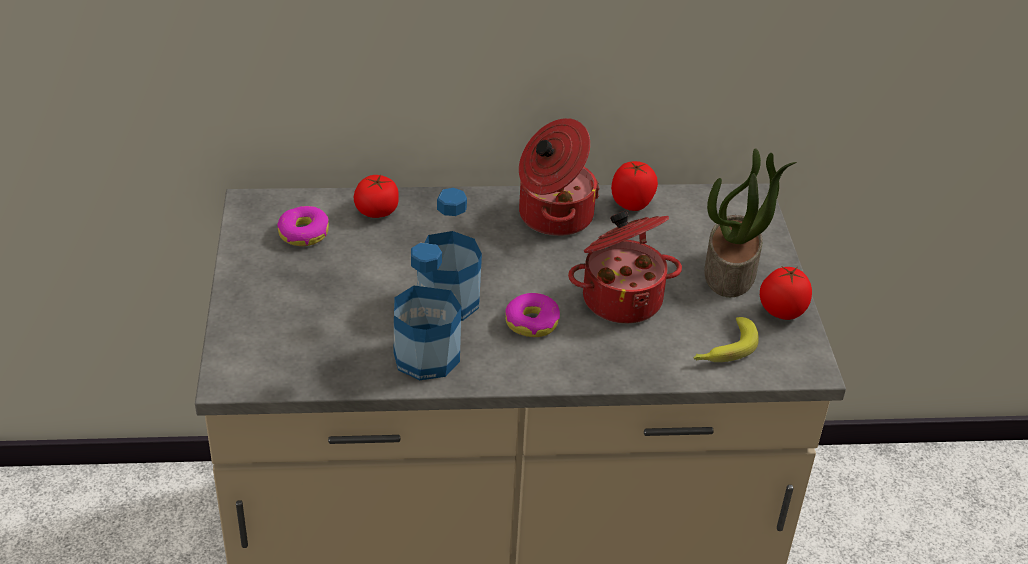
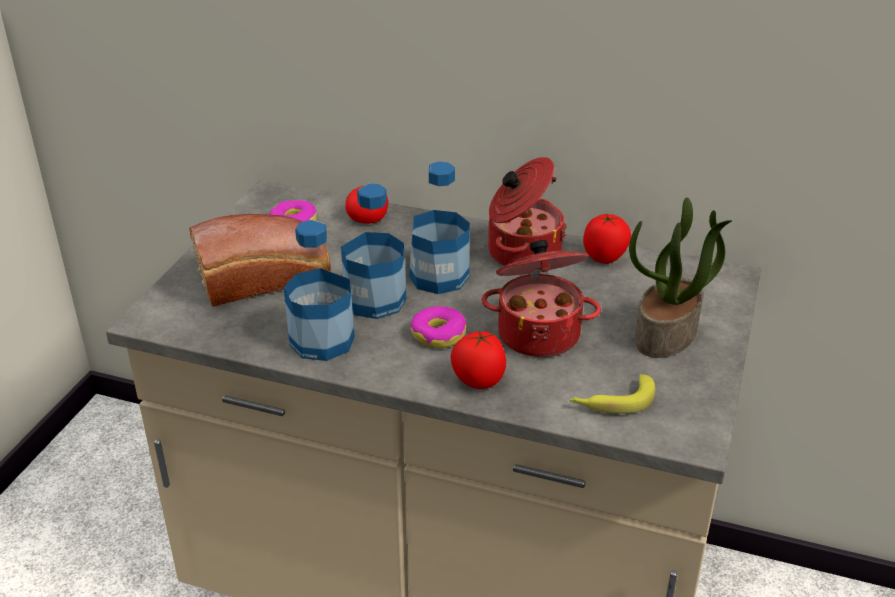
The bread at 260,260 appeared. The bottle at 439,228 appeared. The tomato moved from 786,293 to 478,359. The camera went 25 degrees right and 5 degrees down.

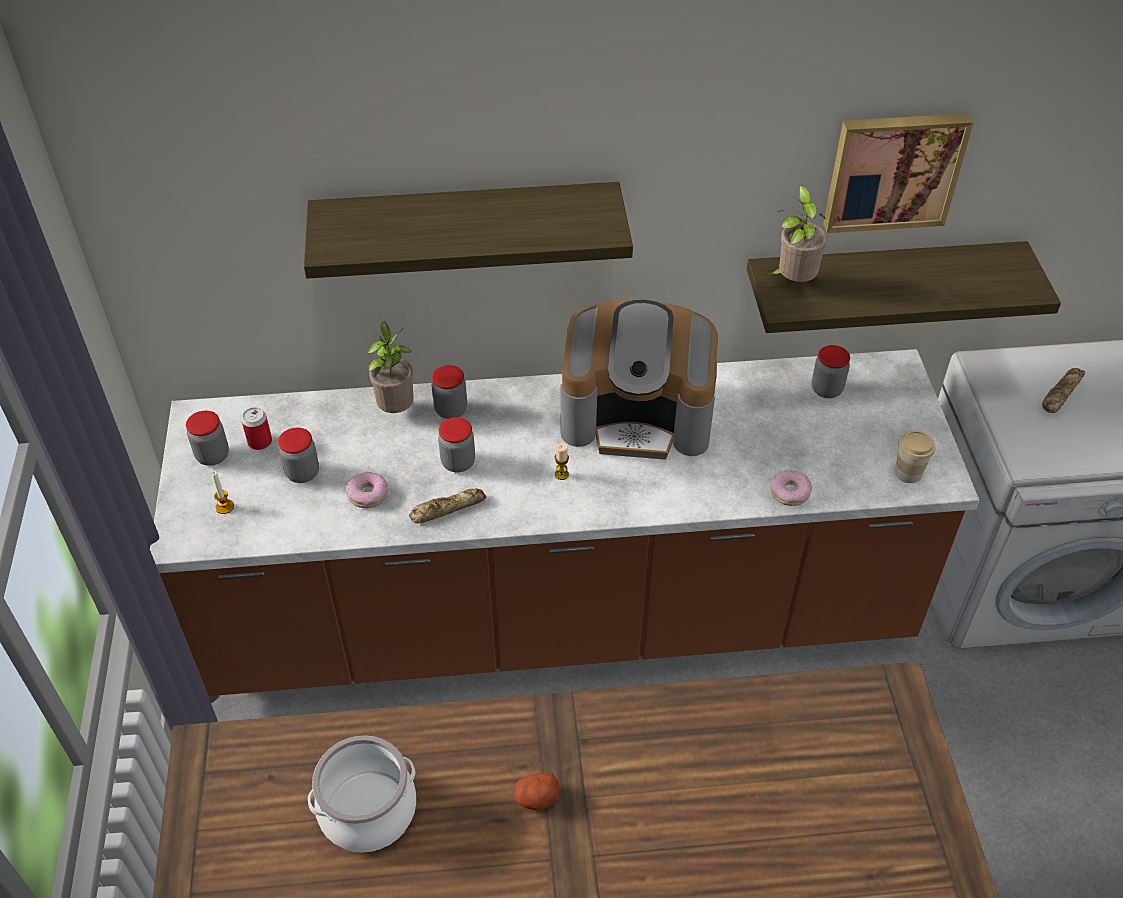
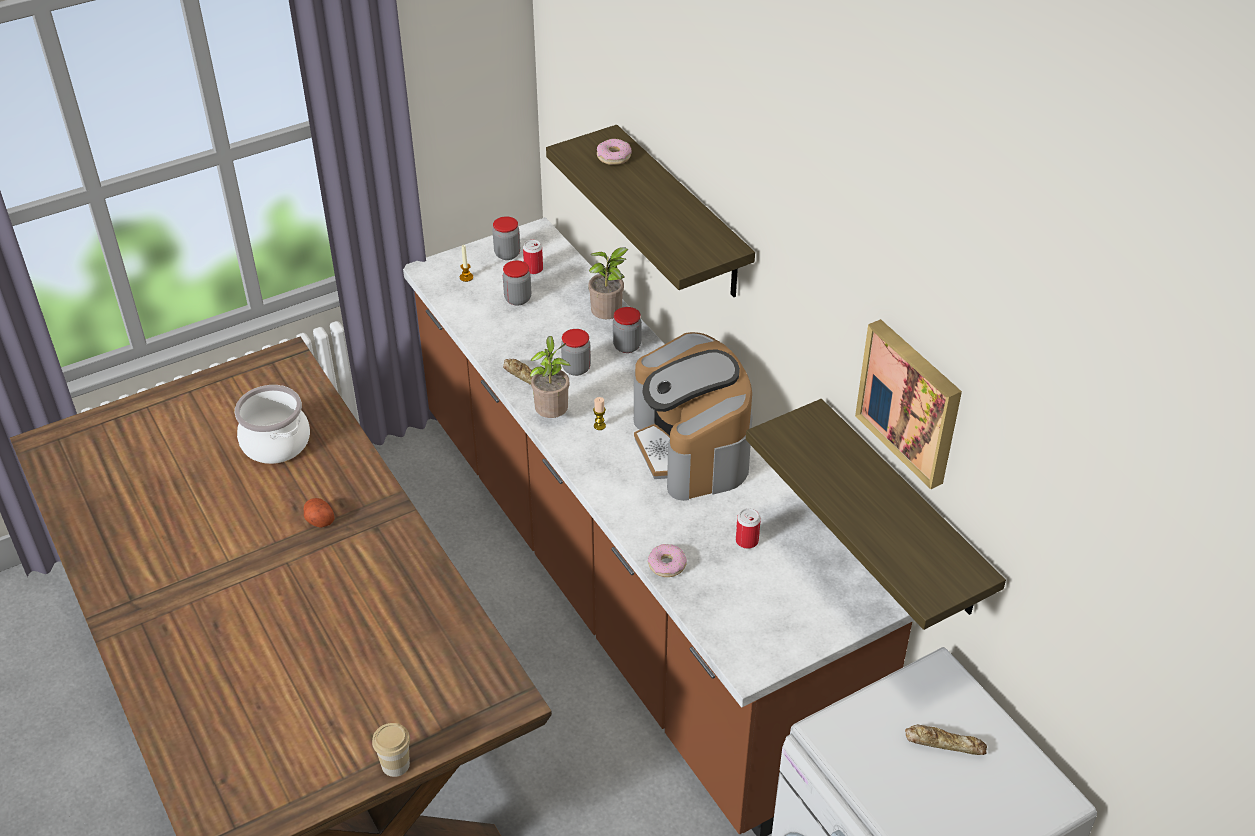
The jar at 830,371 disappeared. The can at 748,528 appeared. The donut moved from 367,490 to 614,151. The potted plant moved from 798,233 to 550,377. The cup moved from 915,457 to 391,750. The camera went 65 degrees right and 5 degrees down.

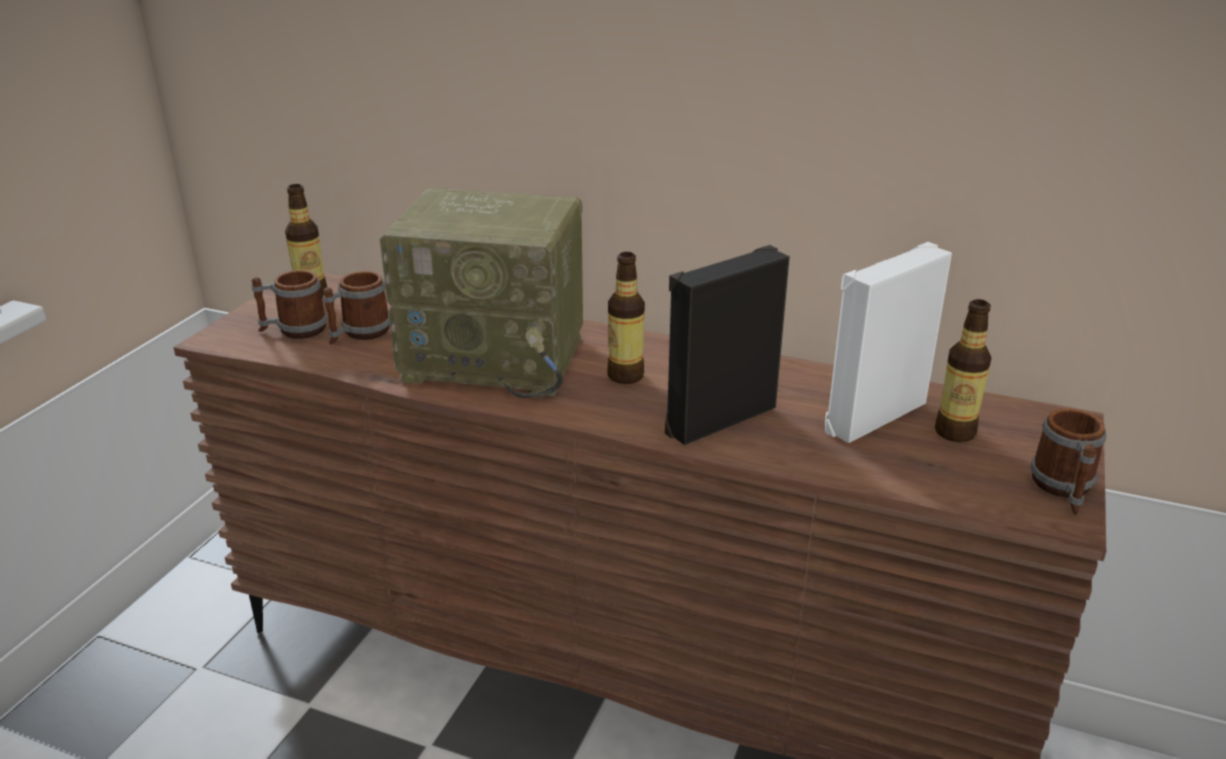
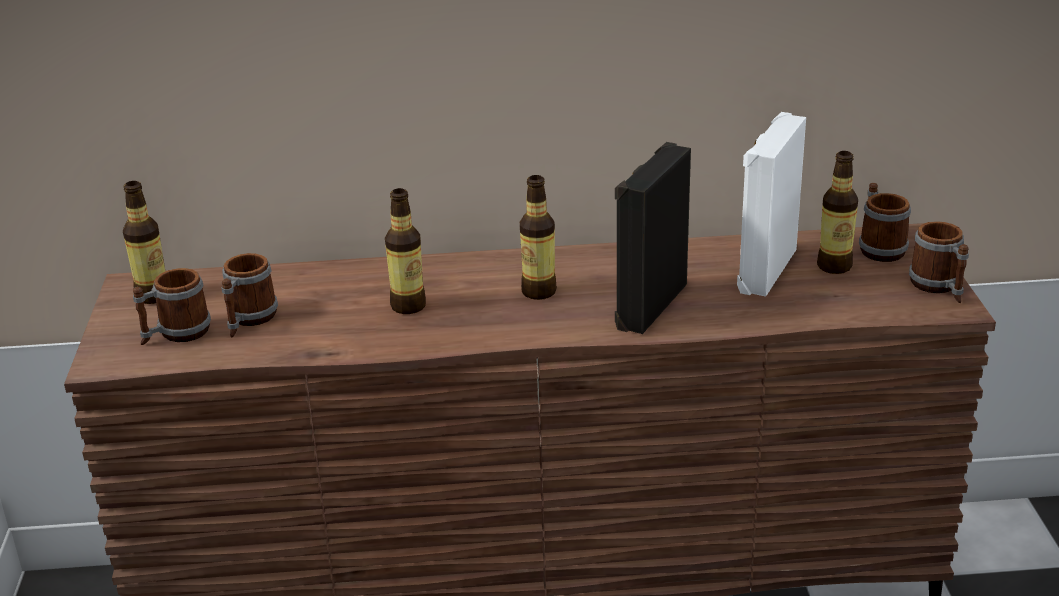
The mug at 885,222 appeared. The radio at 481,292 was replaced by the bottle at 405,251. The camera went 25 degrees left and 0 degrees up.

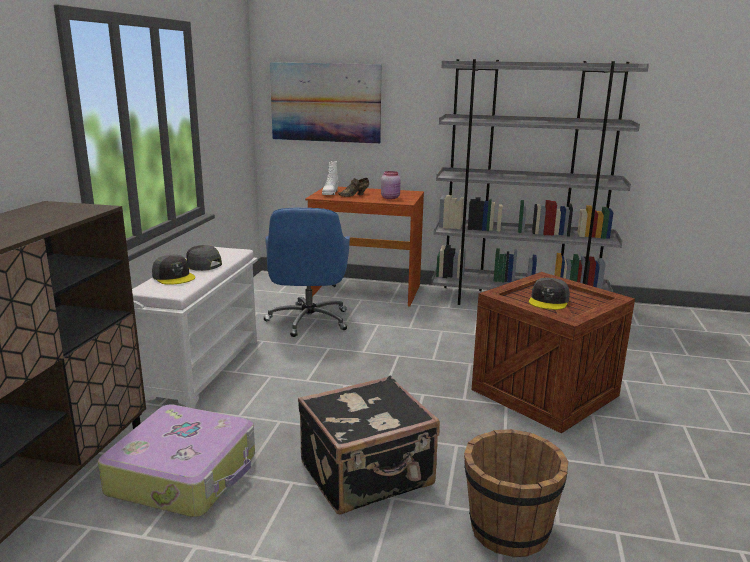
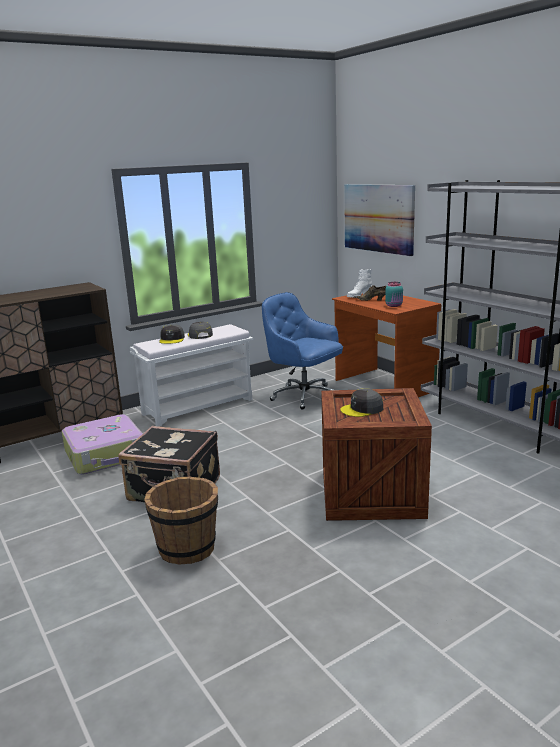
The pink jar at 391,185 became the turquoise jar at 394,294. The blue office chair at 307,272 turned 90 degrees clockwise. The camera went 45 degrees right and 0 degrees up.

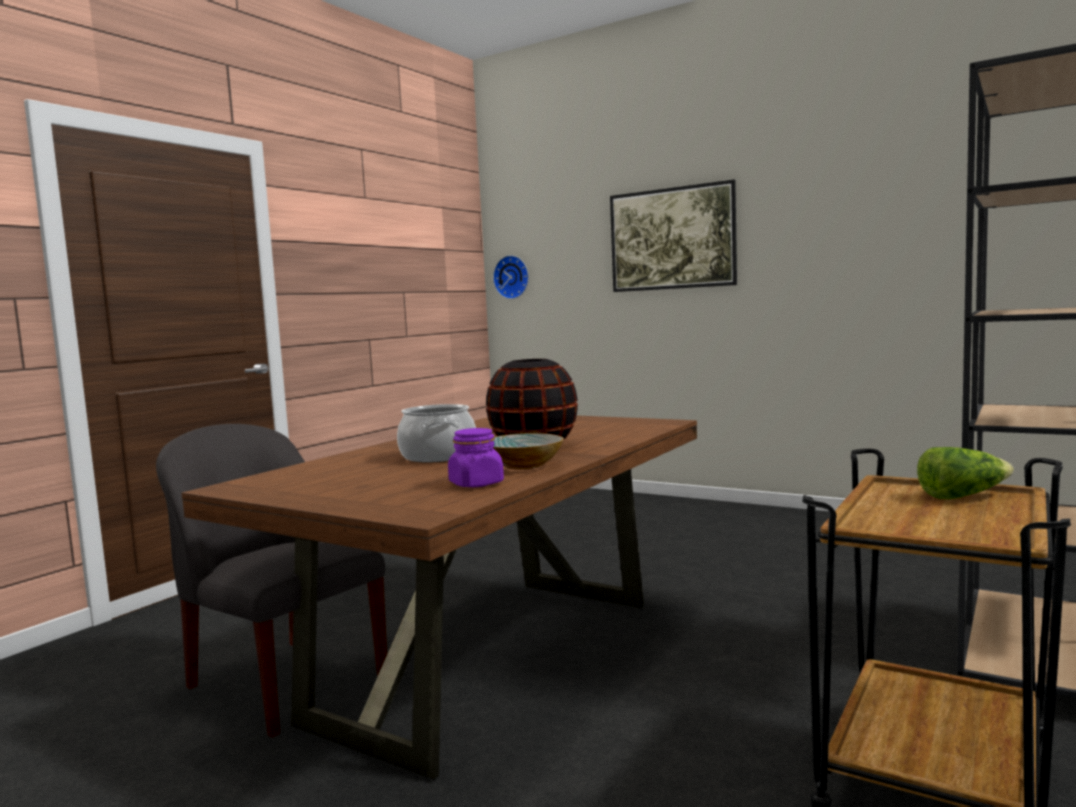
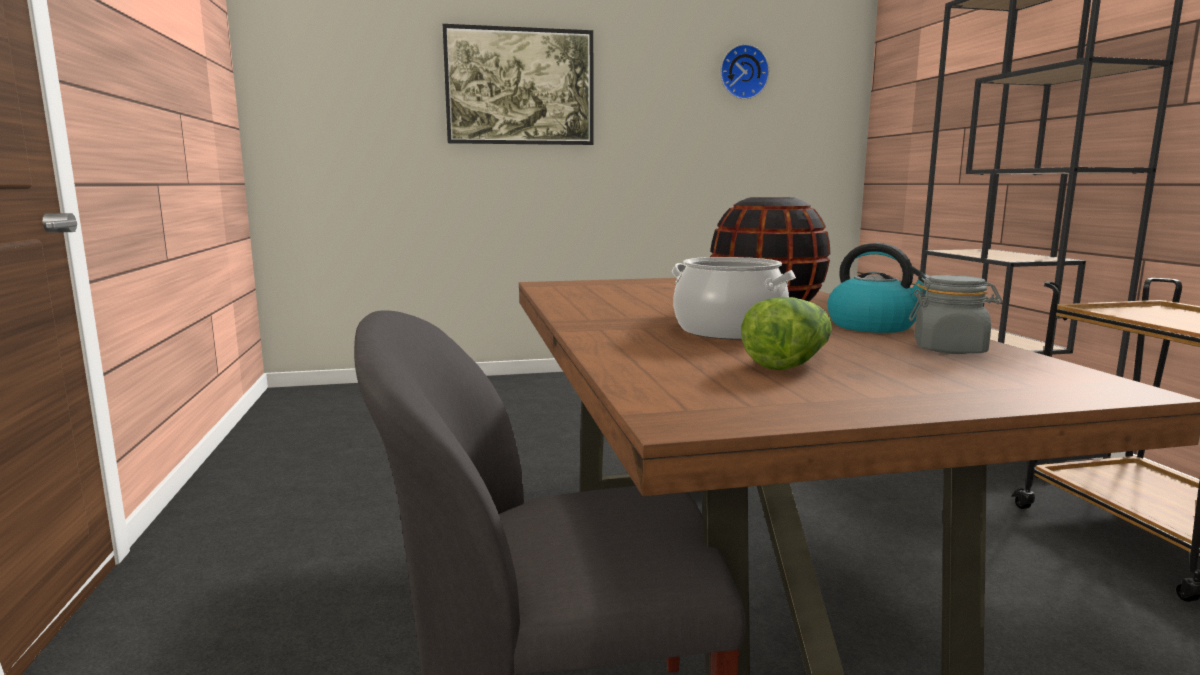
The wall clock moved from 511,277 to 744,71. The lettuce moved from 965,473 to 786,333. The bowl at 528,451 was replaced by the kettle at 879,288. The purple jar at 476,457 became the grey jar at 955,314. The camera went 45 degrees left and 5 degrees up.

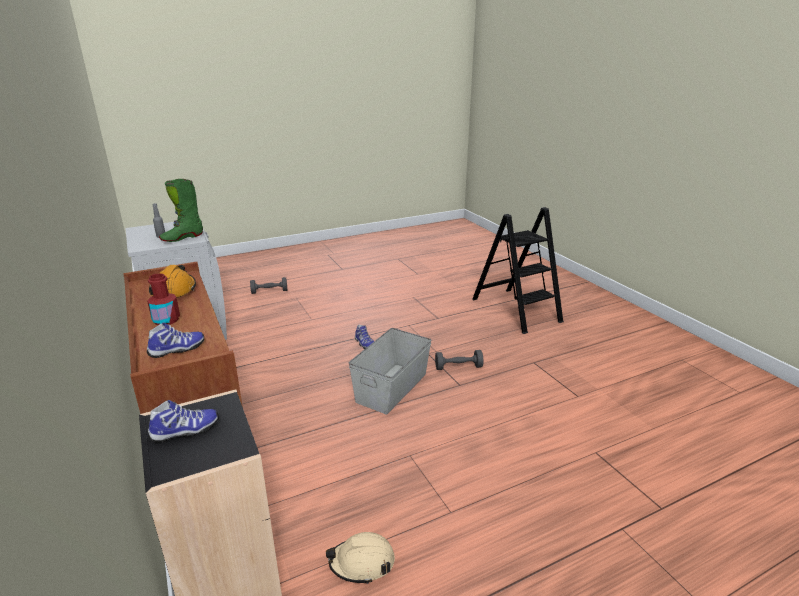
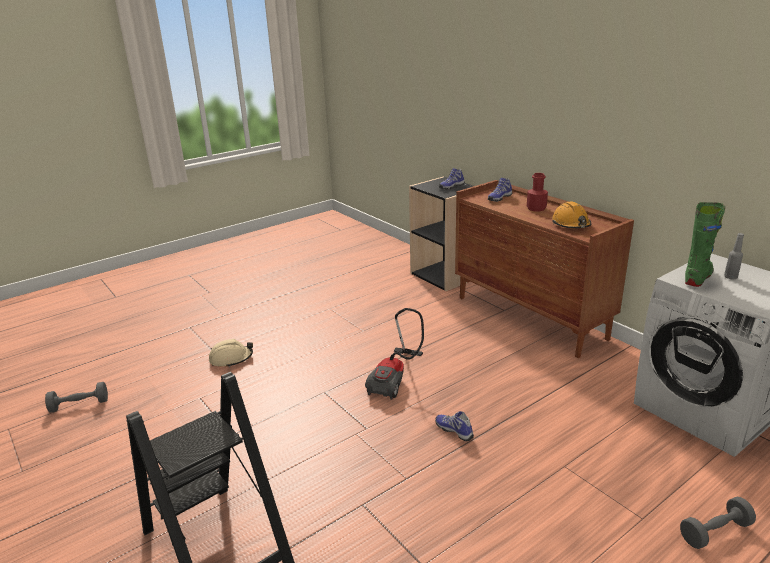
The beige hard hat moved from 360,558 to 231,353. The grey dumbbell moved from 459,360 to 76,397. The grey storage box at 390,371 was replaced by the vacuum cleaner at 394,353. The camera went 170 degrees right and 0 degrees up.

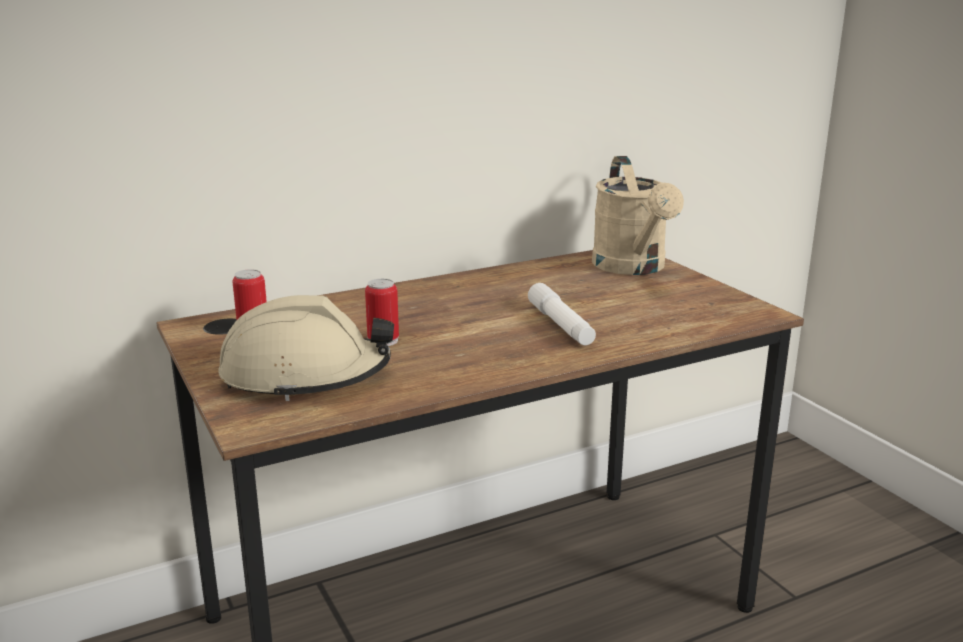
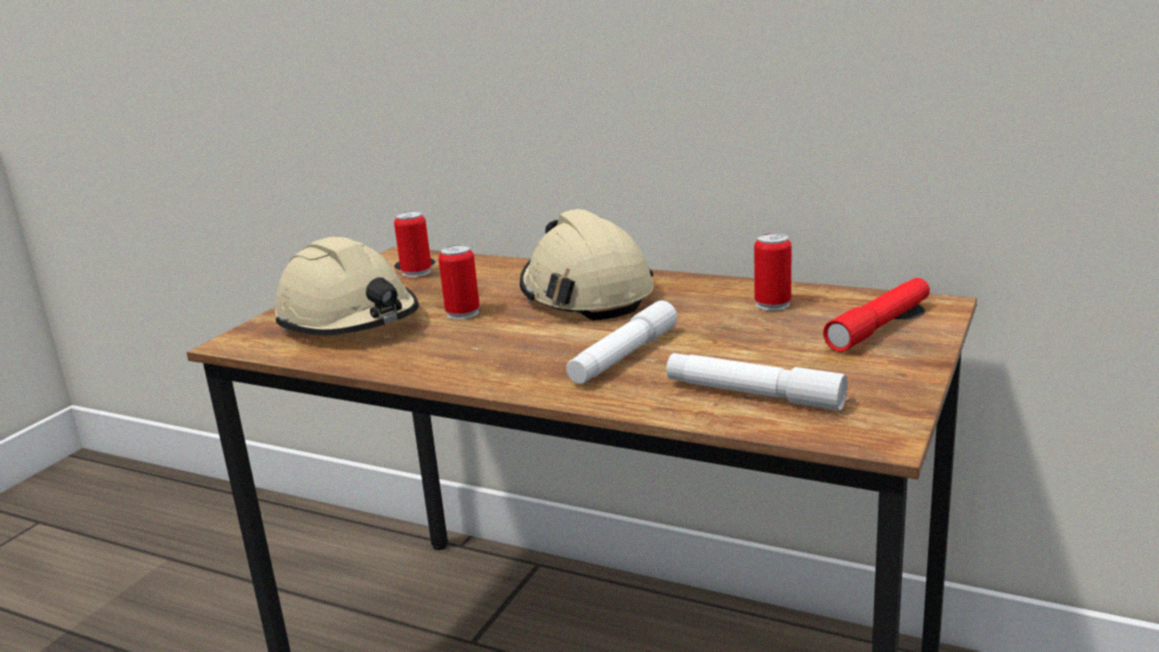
The beige hard hat at 587,264 appeared. The white flashlight at 757,382 appeared. The can at 772,272 appeared. The beige watering can at 638,215 was replaced by the red flashlight at 876,315. The camera went 55 degrees right and 0 degrees up.

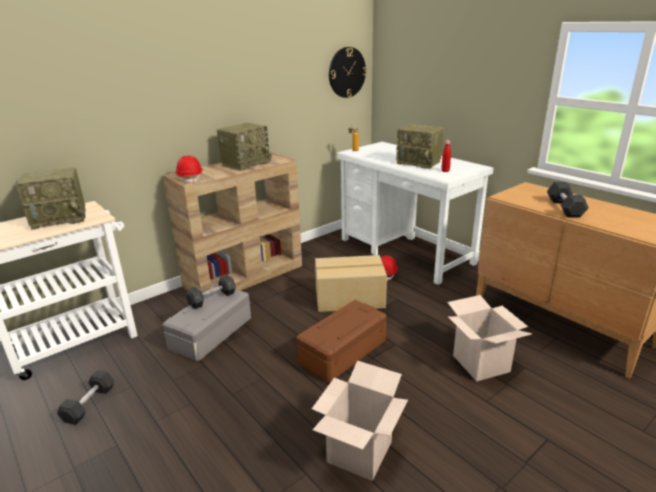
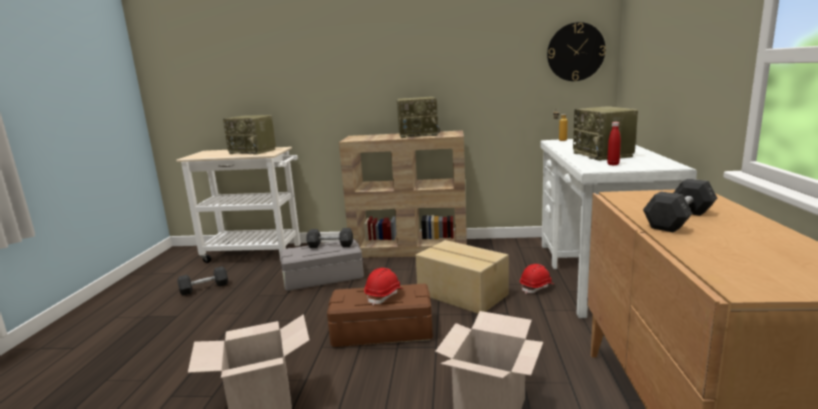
The red hard hat moved from 189,170 to 383,287. The camera went 45 degrees right and 10 degrees down.

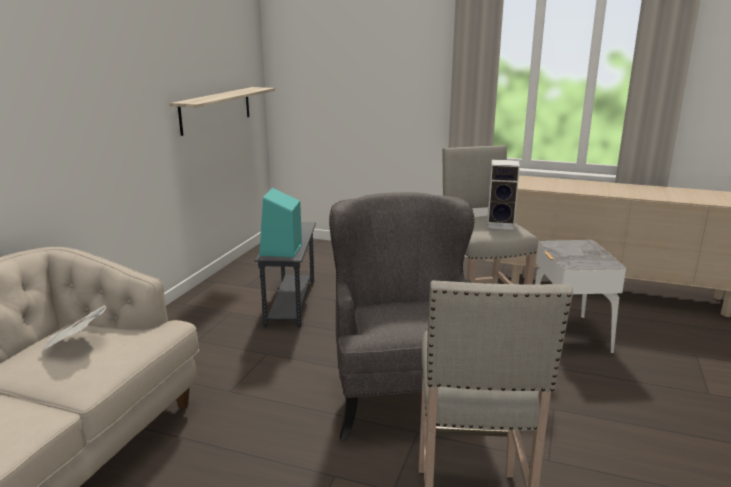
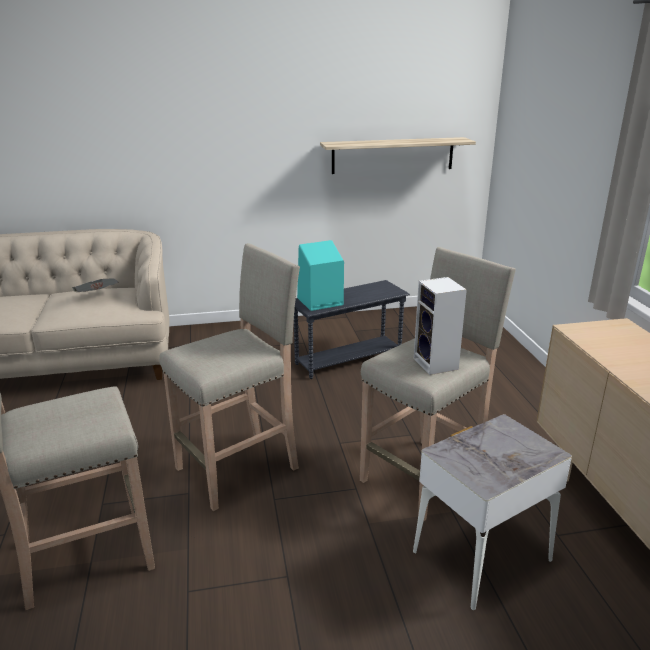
The grey armchair at 401,316 was replaced by the beige stool at 229,377. The camera went 60 degrees right and 5 degrees up.

